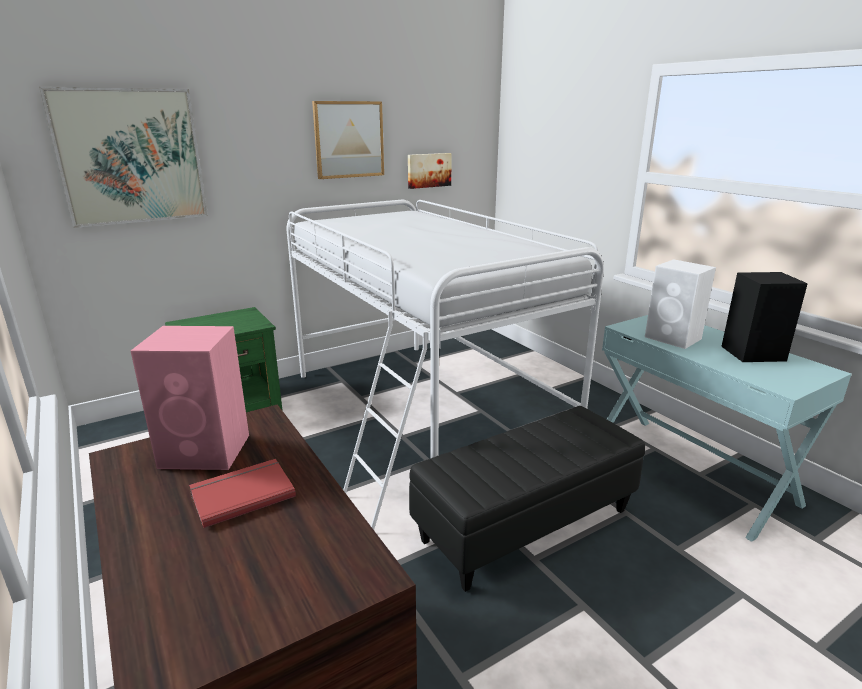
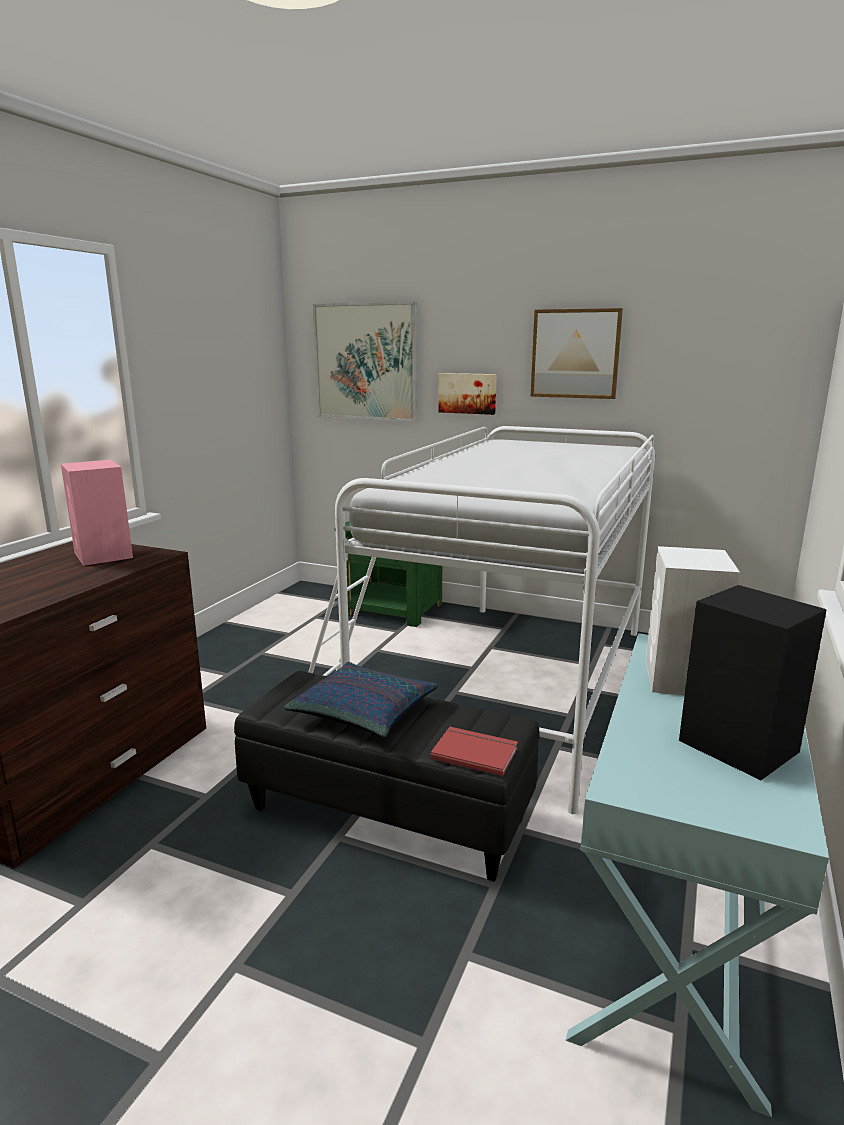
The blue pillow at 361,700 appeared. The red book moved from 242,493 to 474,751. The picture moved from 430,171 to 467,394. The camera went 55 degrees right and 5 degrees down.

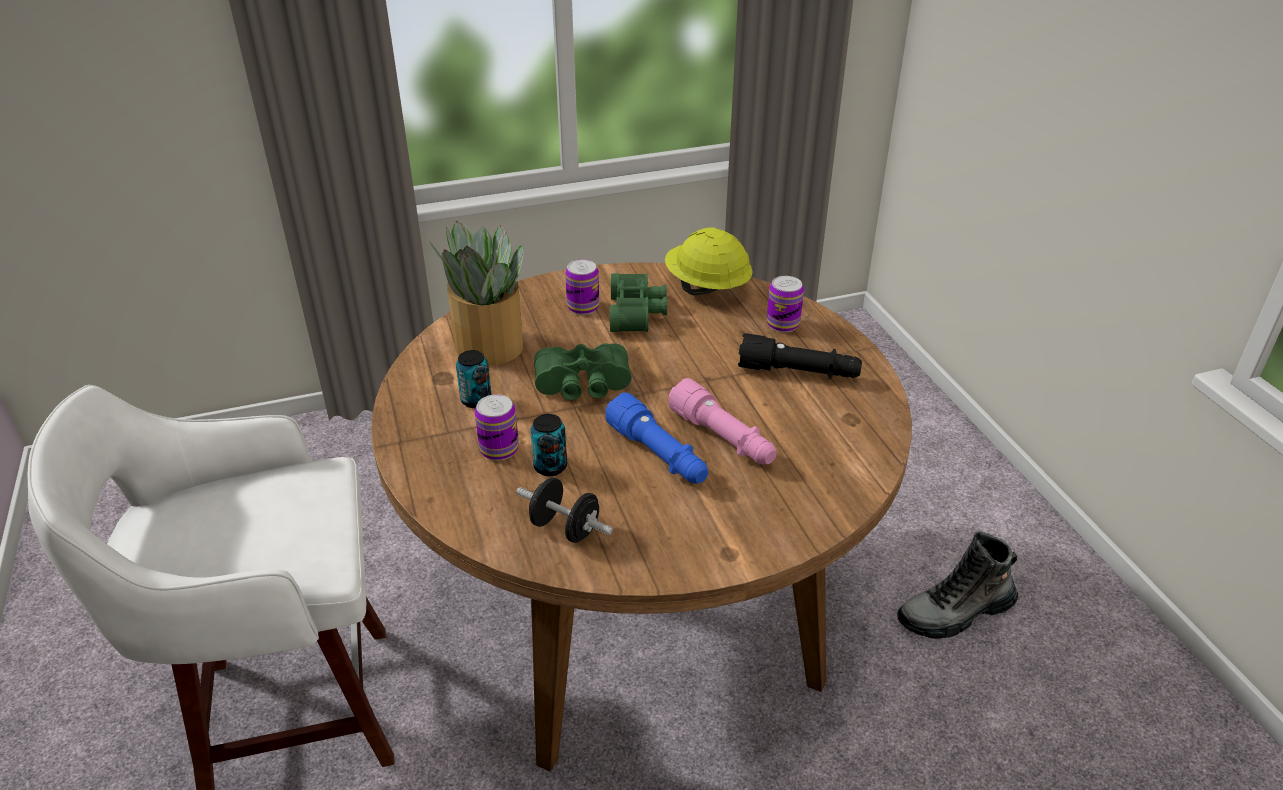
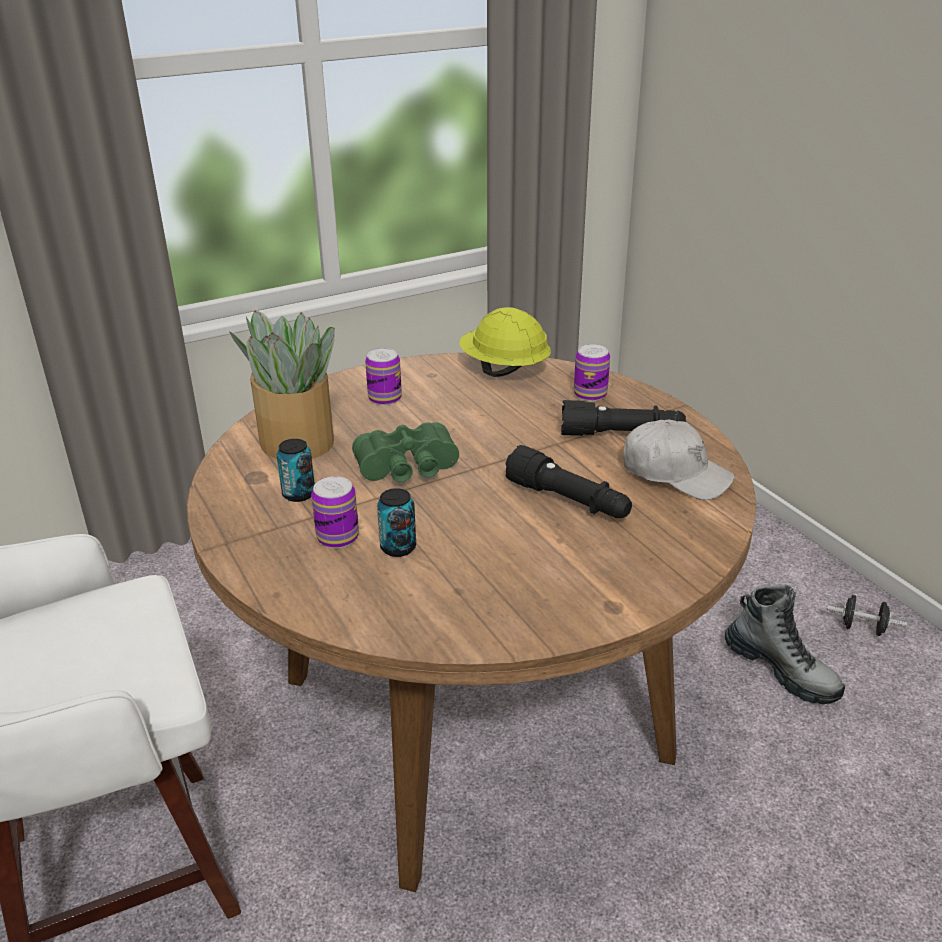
The blue flashlight at 656,438 disappeared. The green binoculars at 638,302 disappeared. The white cap at 679,460 appeared. The black dumbbell moved from 564,510 to 866,615. The pink flashlight at 723,421 became the black flashlight at 568,481. The boot at 957,585 turned 105 degrees counterclockwise. The camera went 10 degrees left and 5 degrees down.

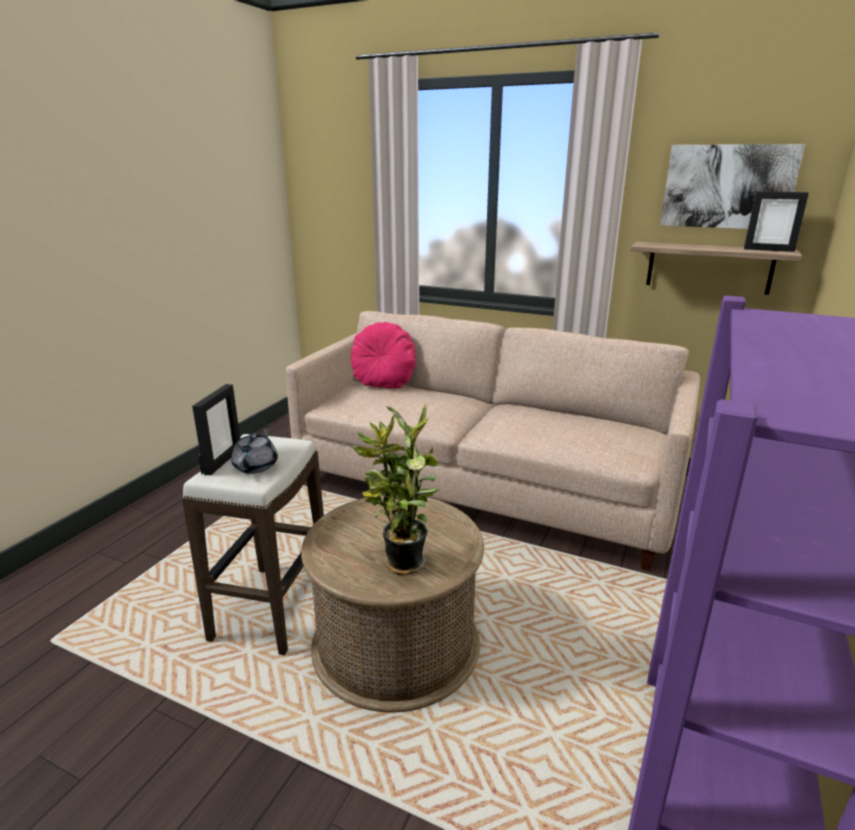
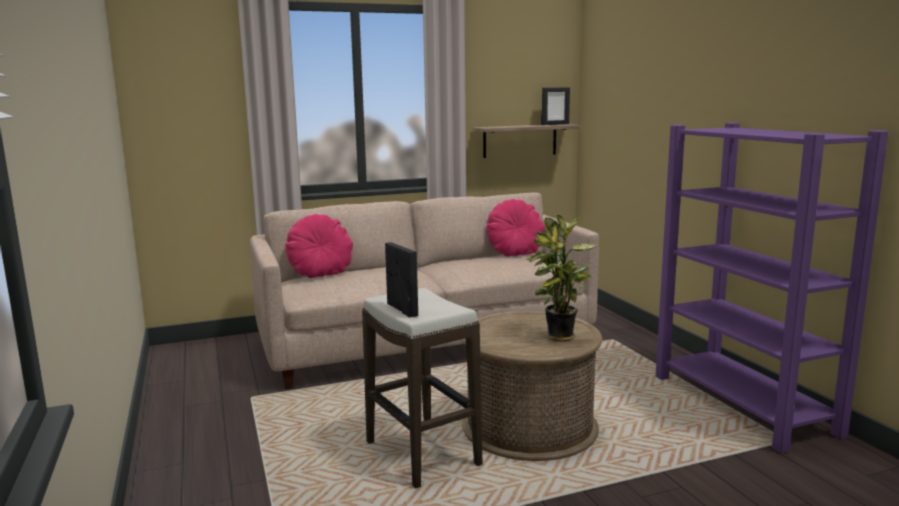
The grey teapot at 254,450 disappeared. The picture at 732,186 disappeared. The pink pillow at 515,228 appeared. The camera went 45 degrees left and 10 degrees down.

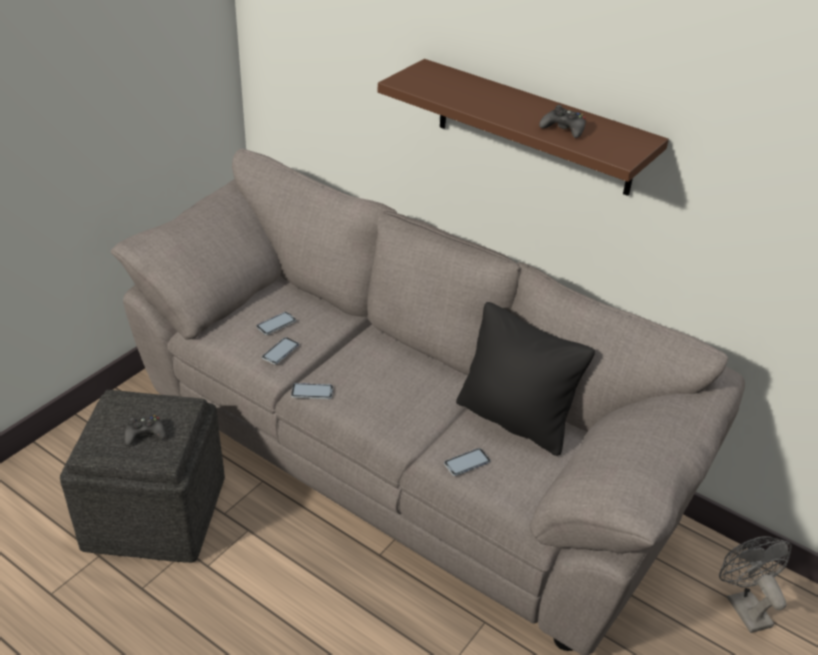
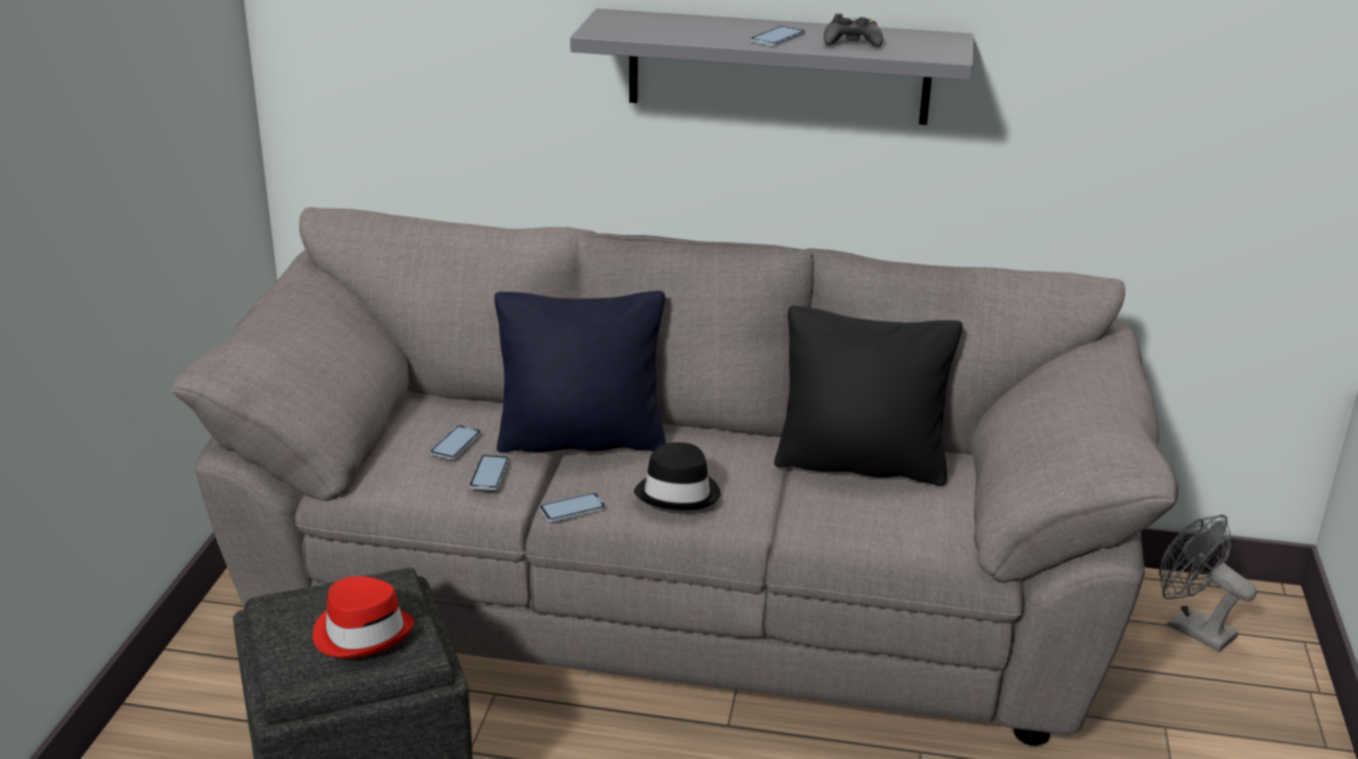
The black pillow at 580,372 appeared. The black hat at 677,476 appeared. The phone moved from 467,462 to 777,36. The black game controller at 145,430 was replaced by the red hat at 363,617. The brown shelf at 523,127 became the grey shelf at 771,67. The camera went 25 degrees left and 10 degrees down.

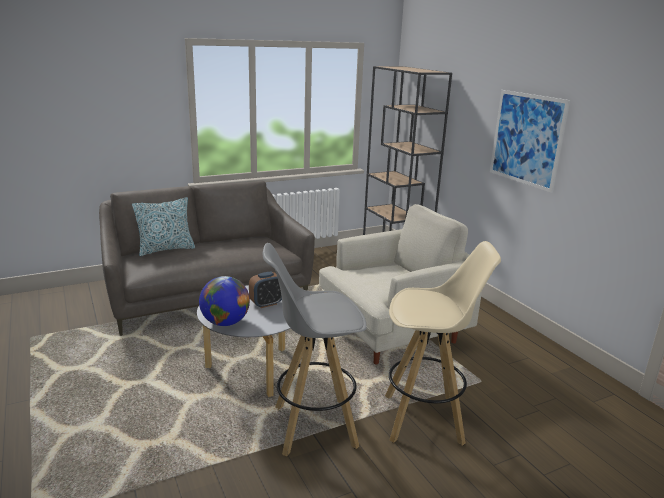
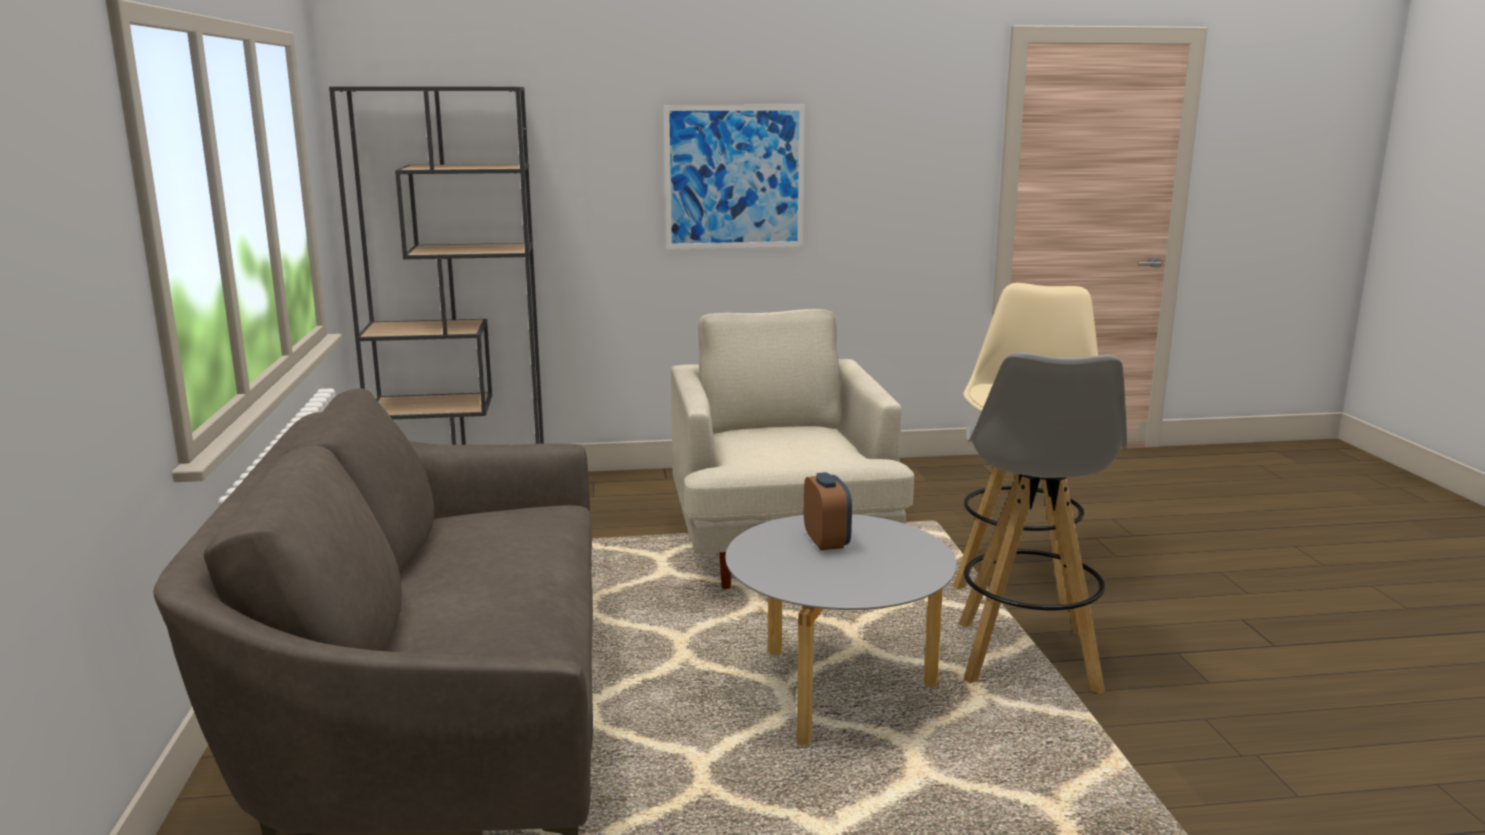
The pillow at 163,226 disappeared. The globe at 224,301 disappeared. The camera went 70 degrees left and 5 degrees down.

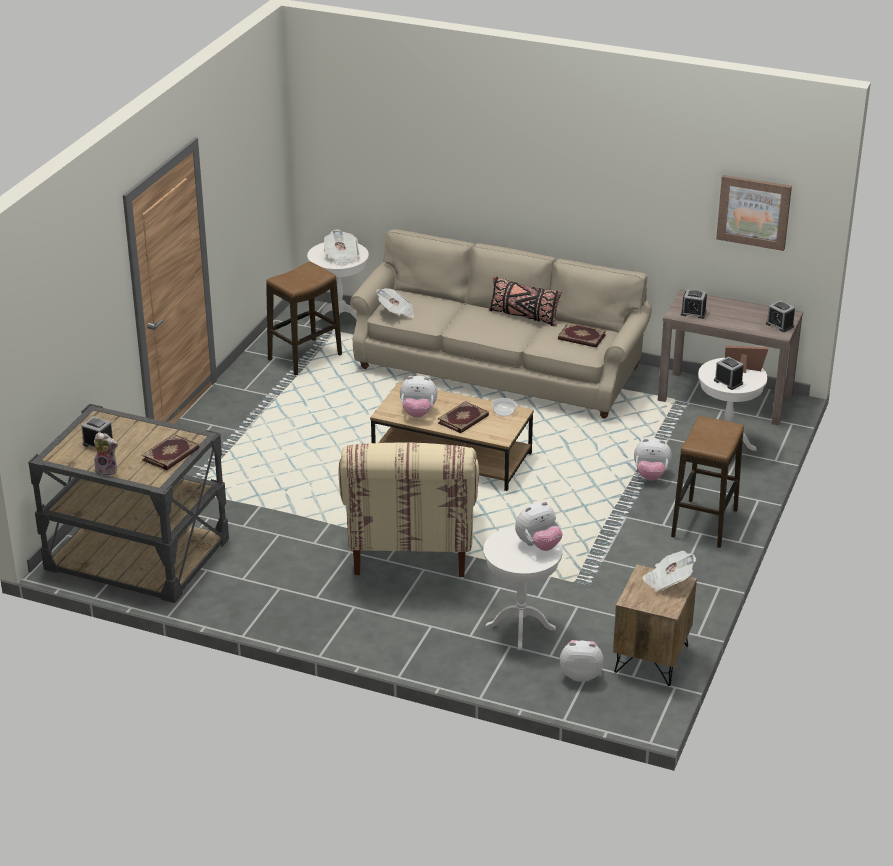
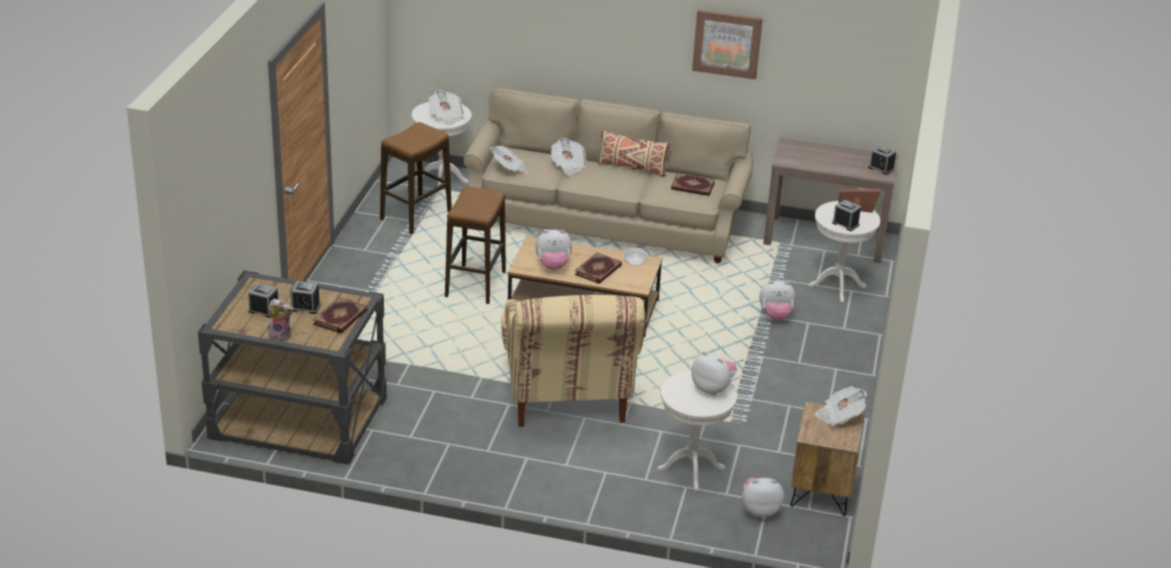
The newspaper at 568,157 appeared. The stool moved from 707,482 to 475,245. The alarm clock moved from 694,304 to 306,297. The picture moved from 754,213 to 727,45. The black pillow at 525,301 became the beige pillow at 634,154. The plush toy at 538,526 turned 105 degrees counterclockwise. The camera went 10 degrees left and 0 degrees up.

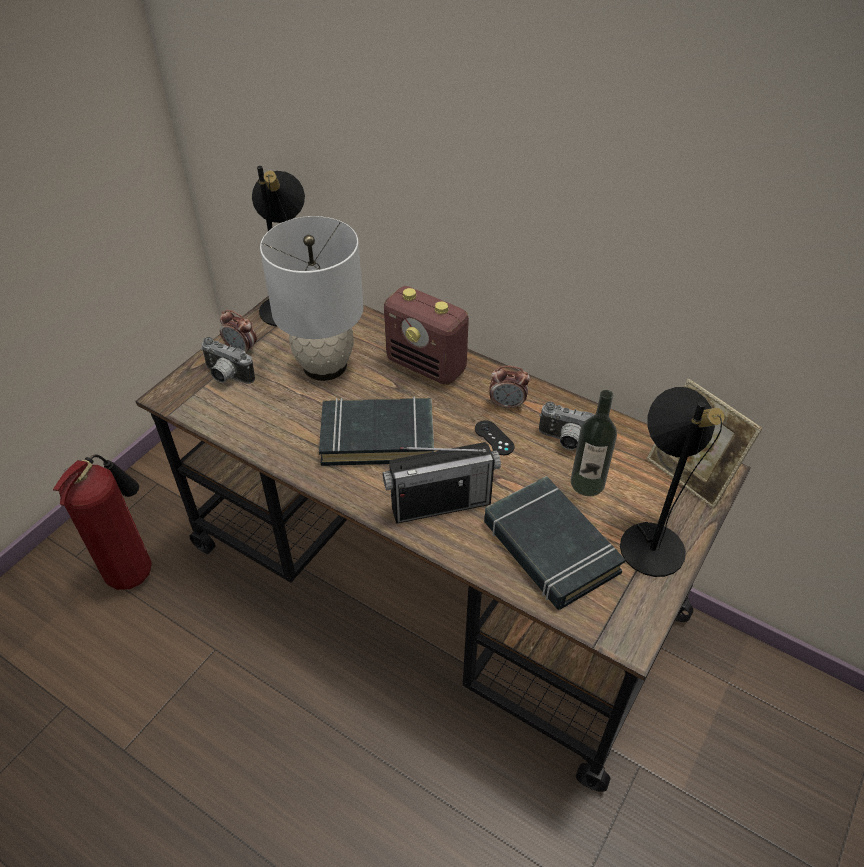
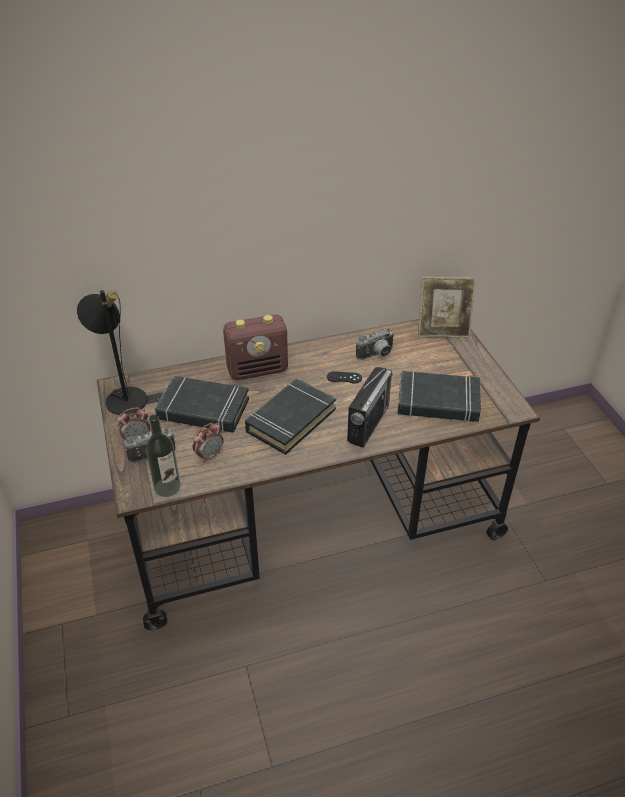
The fire extinguisher at 102,522 disappeared. The black table lamp at 672,482 disappeared. The alarm clock moved from 509,388 to 208,443. The bottle moved from 594,443 to 163,456. The white table lamp at 311,298 was replaced by the black book at 202,404. The camera went 50 degrees left and 5 degrees down.

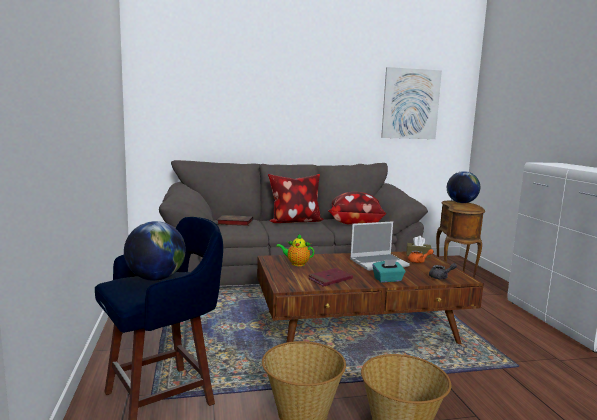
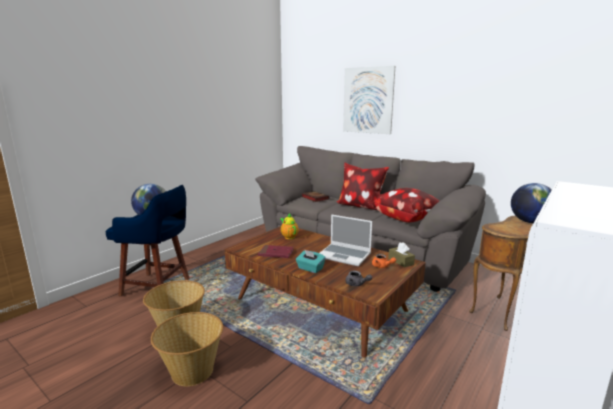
The picture moved from 411,103 to 369,100. The camera went 50 degrees right and 5 degrees up.

